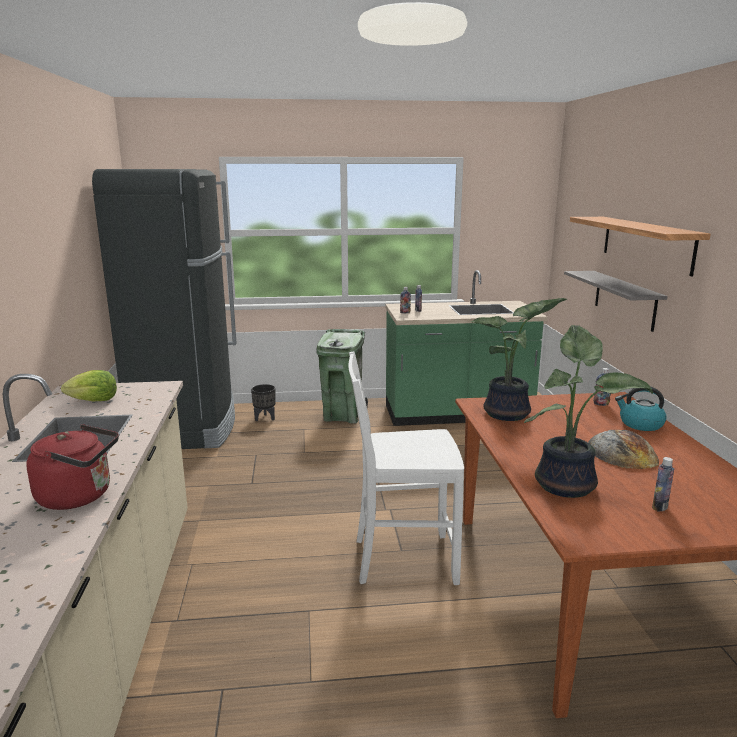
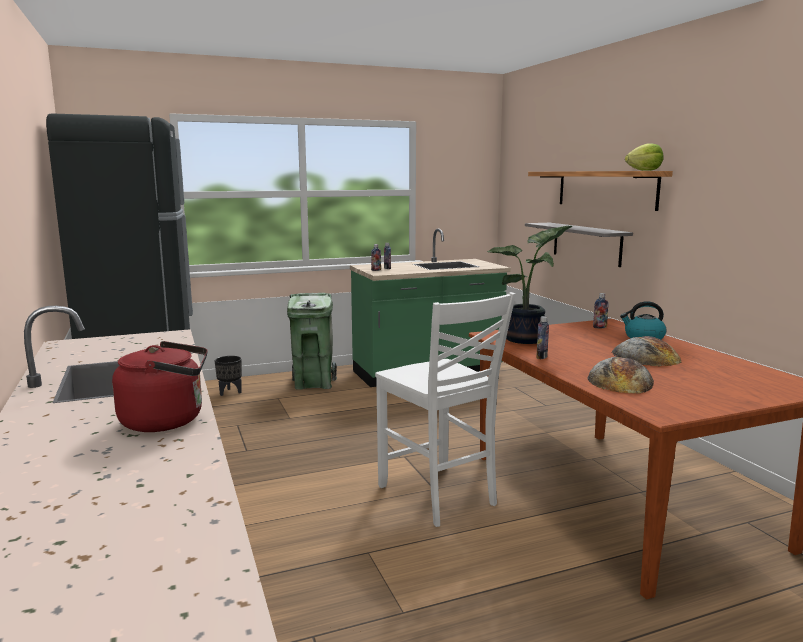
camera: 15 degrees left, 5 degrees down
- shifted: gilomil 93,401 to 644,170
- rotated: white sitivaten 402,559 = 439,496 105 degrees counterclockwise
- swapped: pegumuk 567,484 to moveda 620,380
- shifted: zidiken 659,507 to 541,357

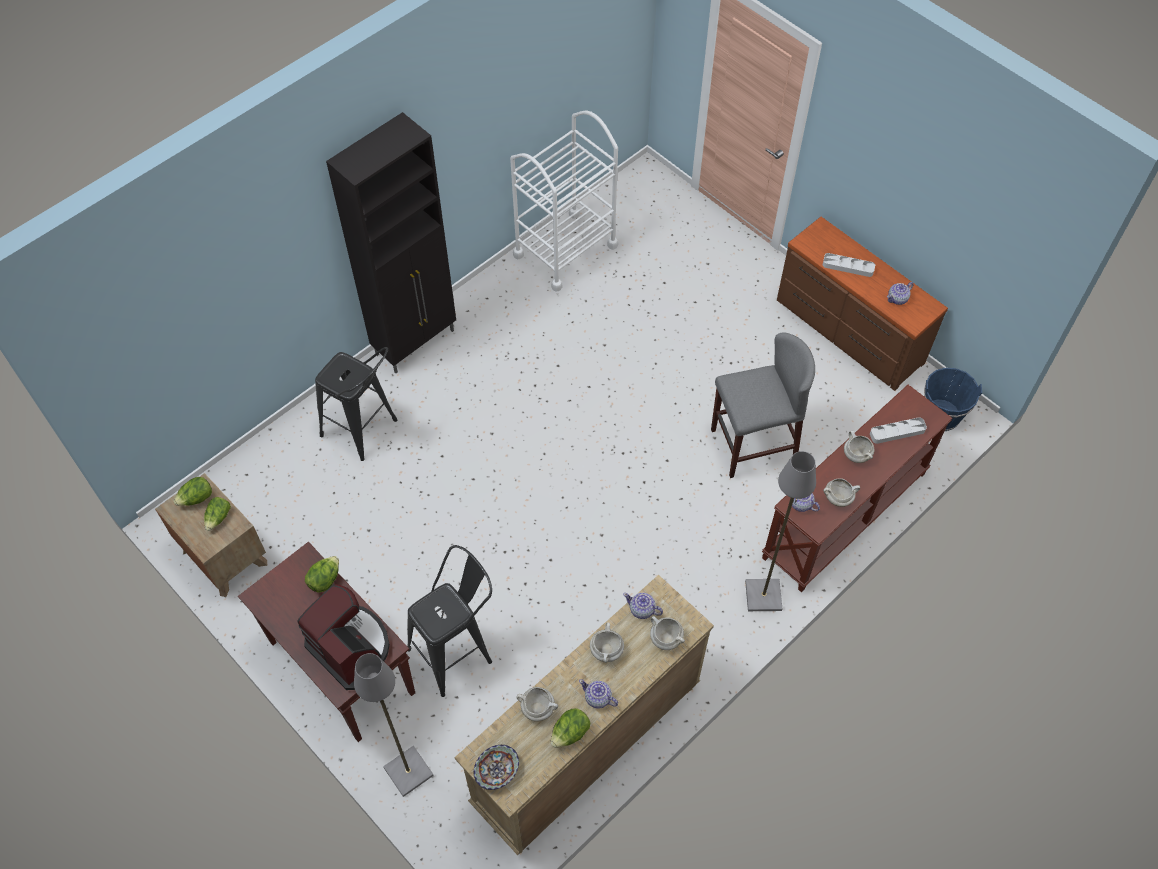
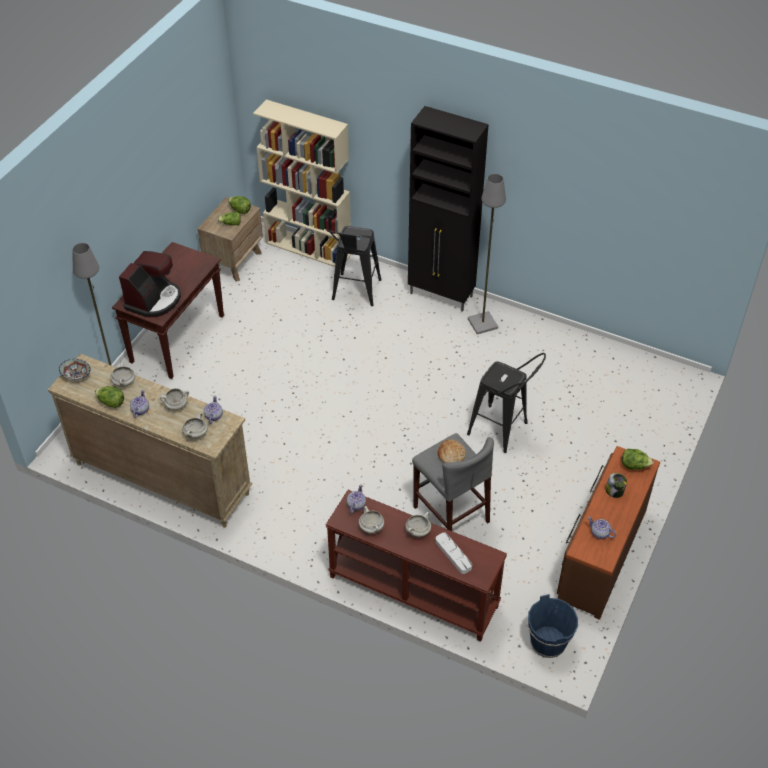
camera: 70 degrees right, 10 degrees down
- shifted: gilomil 325,579 to 634,466
- shifted: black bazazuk 457,650 to 503,432
- gone: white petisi 565,250
- shifted: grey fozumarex 763,595 to 483,324
- swapped: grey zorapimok 848,267 to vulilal 614,491
- new: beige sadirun 309,248
- new: moveda 451,454

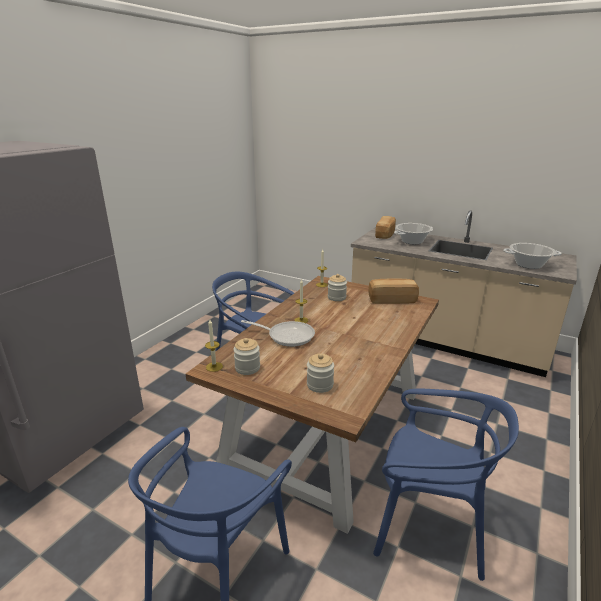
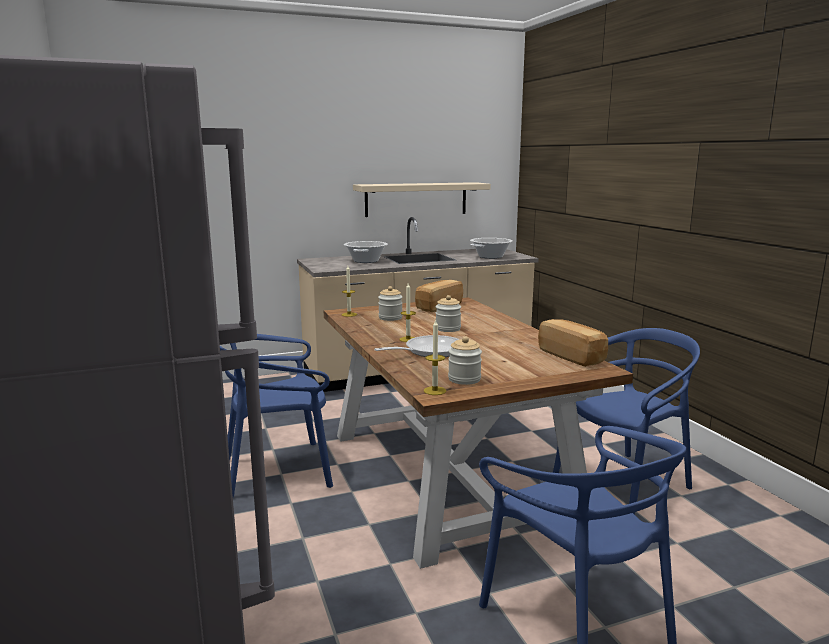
camera: 50 degrees left, 10 degrees down
- shifted: vulilal 320,385 to 448,329
- shifted: moveda 385,234 to 572,356
- new: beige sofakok 416,199

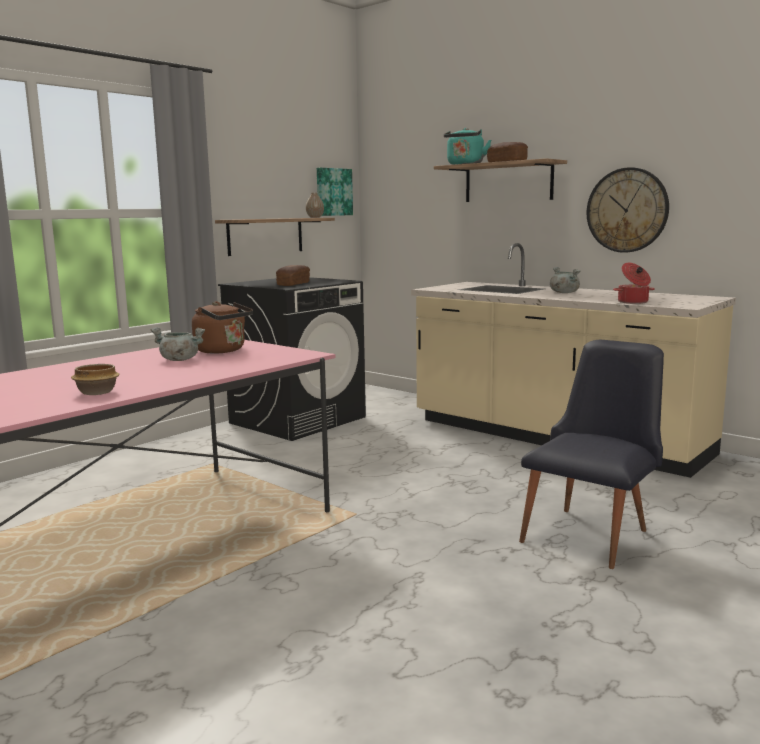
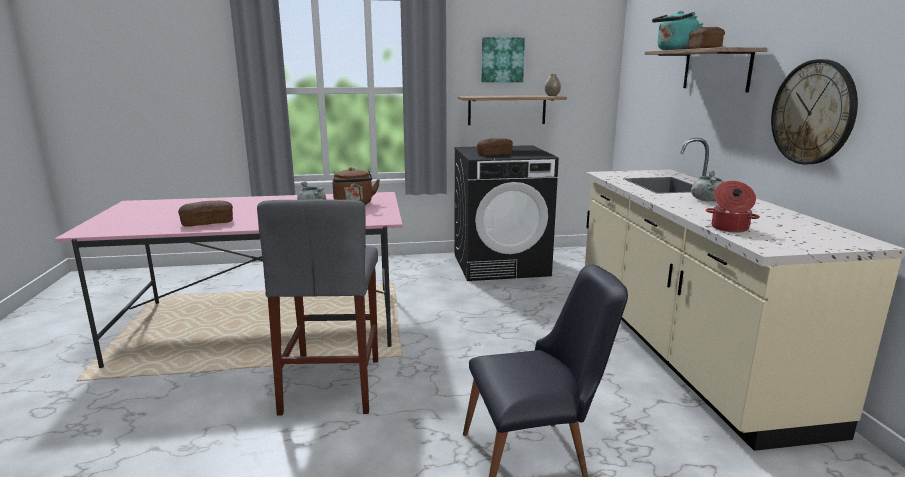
camera: 40 degrees right, 5 degrees up
- swapped: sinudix 96,392 to moveda 207,223
- shifted: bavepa 333,192 to 502,60
- new: grey bazazuk 332,385

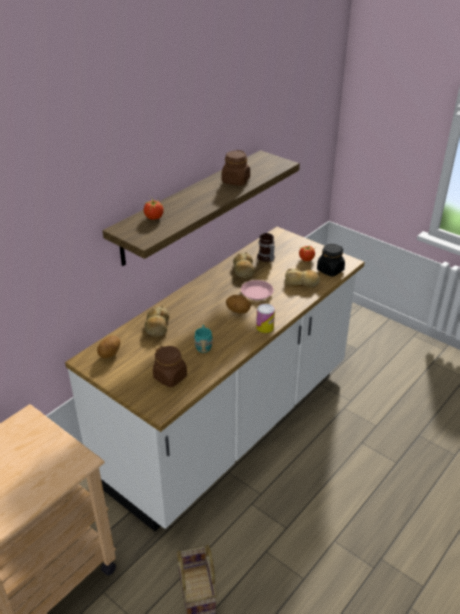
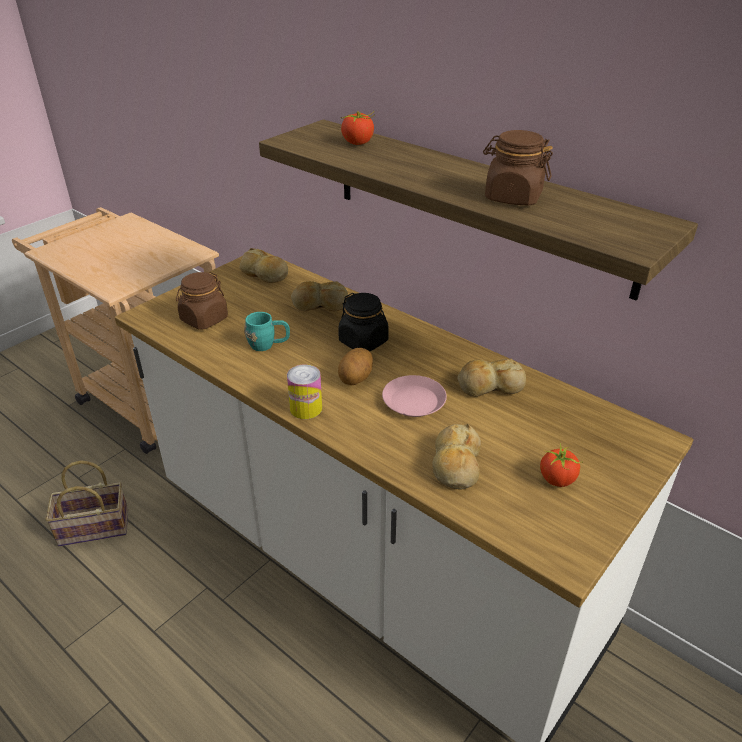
camera: 90 degrees right, 0 degrees up
- swapped: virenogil 110,354 to moveda 264,274
- gone: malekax 266,258
- shifted: black vulilal 330,270 to 363,341

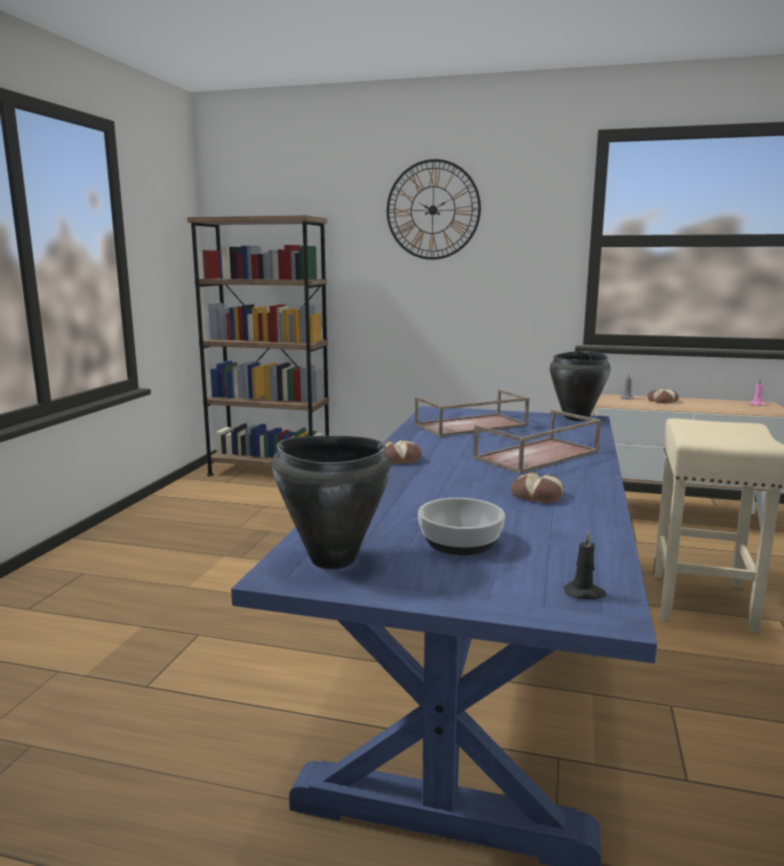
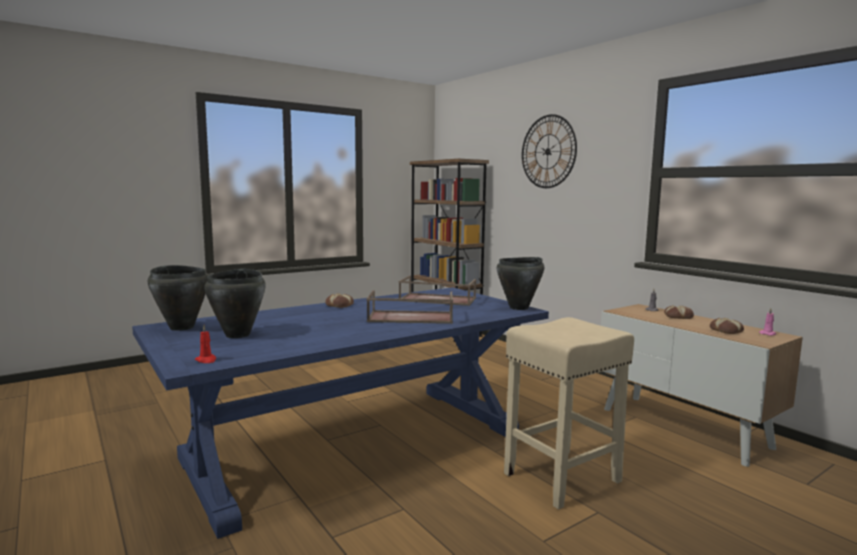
camera: 40 degrees right, 5 degrees down
- swapped: sinudix 460,541 to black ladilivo 238,335
- shifted: moveda 538,495 to 726,330
- repainted: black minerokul 585,593 to red minerokul 206,360

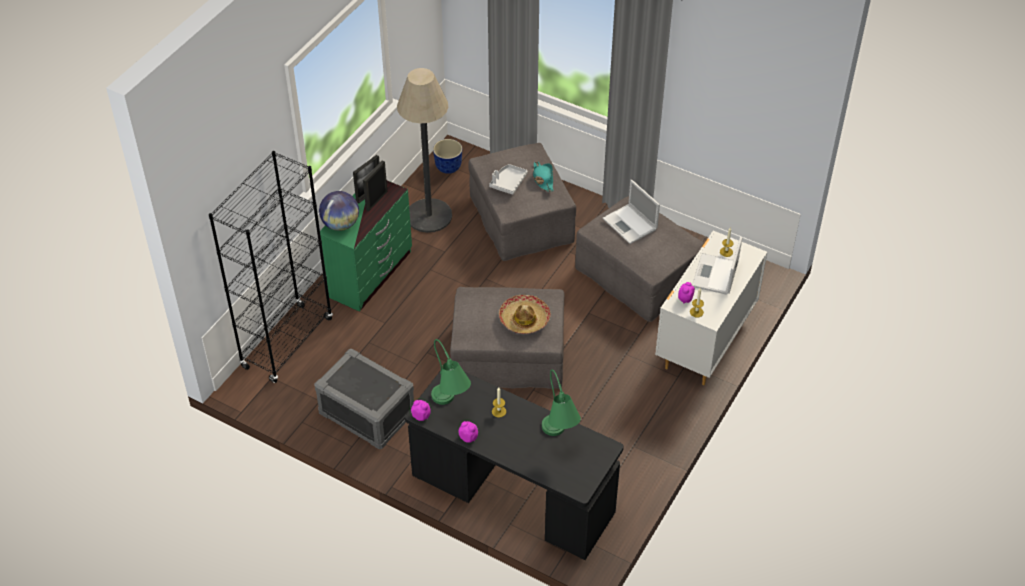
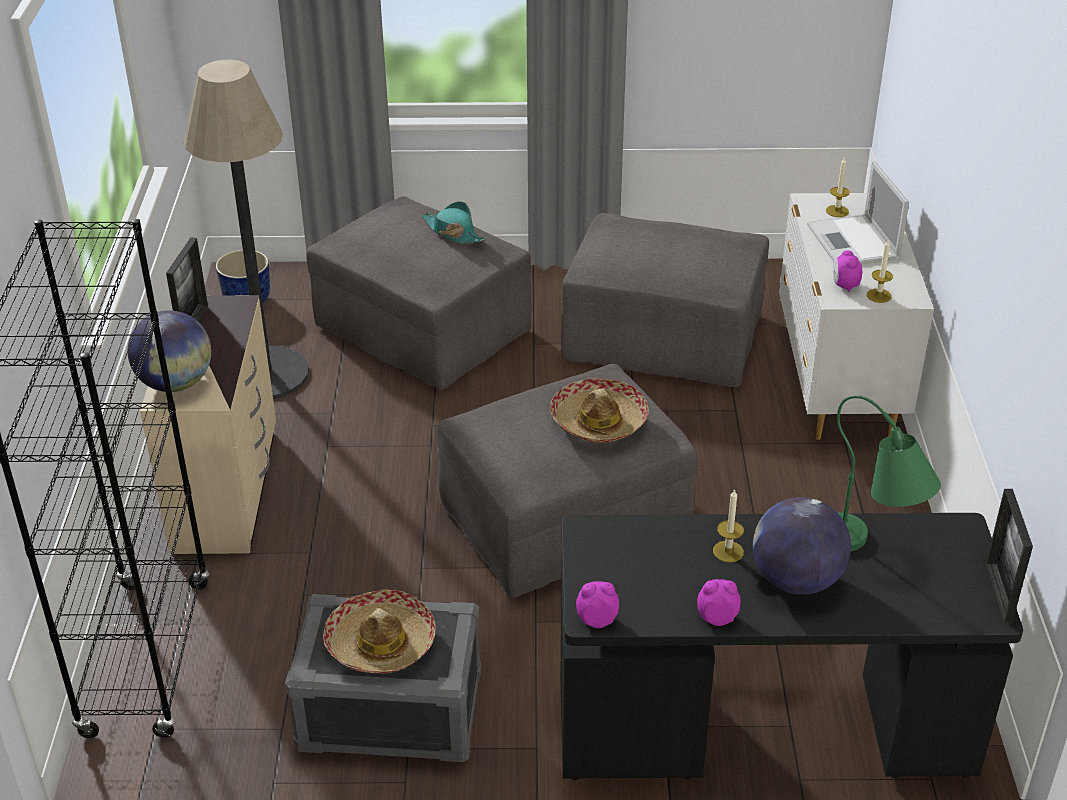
camera: 30 degrees left, 10 degrees down
- repainted: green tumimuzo 371,274 to beige tumimuzo 228,490
- shifted: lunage 376,201 to 998,592
- gone: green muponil 450,406
- gone: grey zorapimok 508,182
- gone: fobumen 630,224
- new: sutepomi 381,643
- new: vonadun 796,580

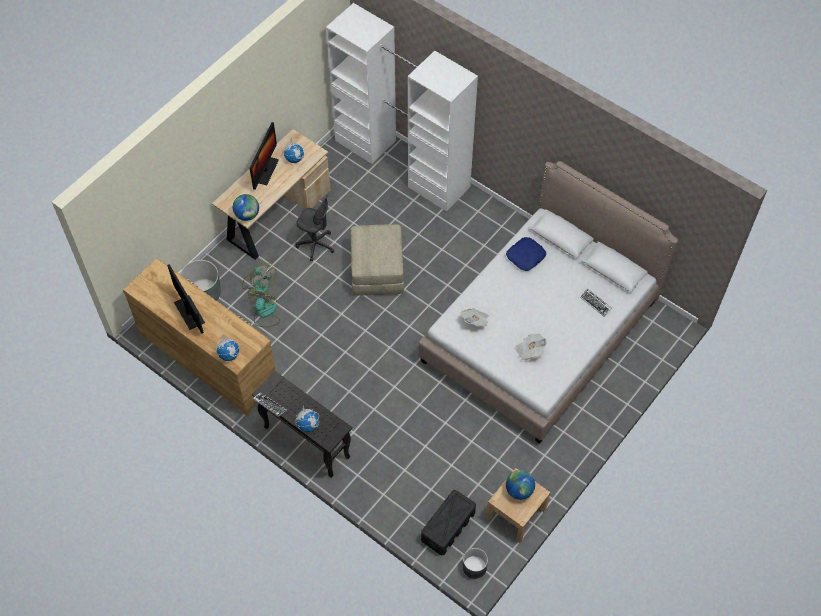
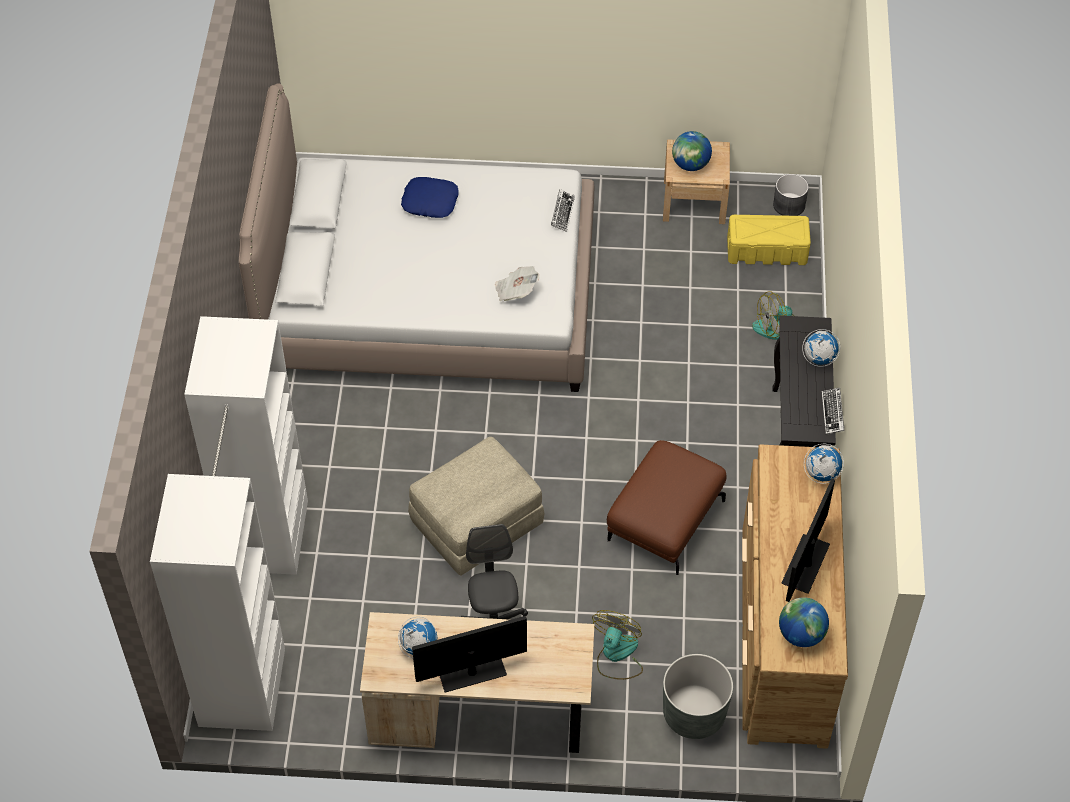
camera: 125 degrees left, 5 degrees down
- shifted: vonadun 247,215 to 801,634
- shifted: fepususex 265,314 to 776,327
- repainted: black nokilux 447,527 to yellow nokilux 767,250
- shifted: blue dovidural 526,256 to 430,201
- gone: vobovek 529,350
- shifted: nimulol 595,303 to 562,212
- new: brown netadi 665,519

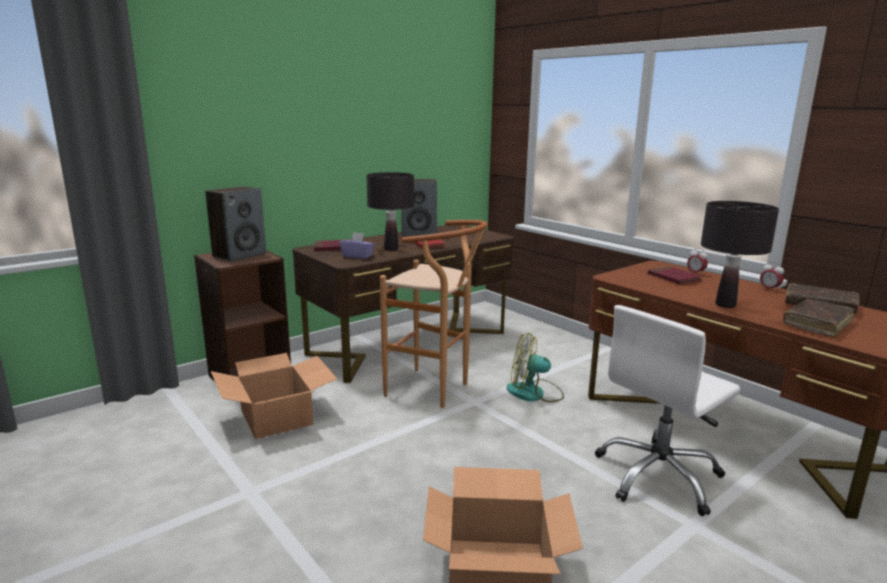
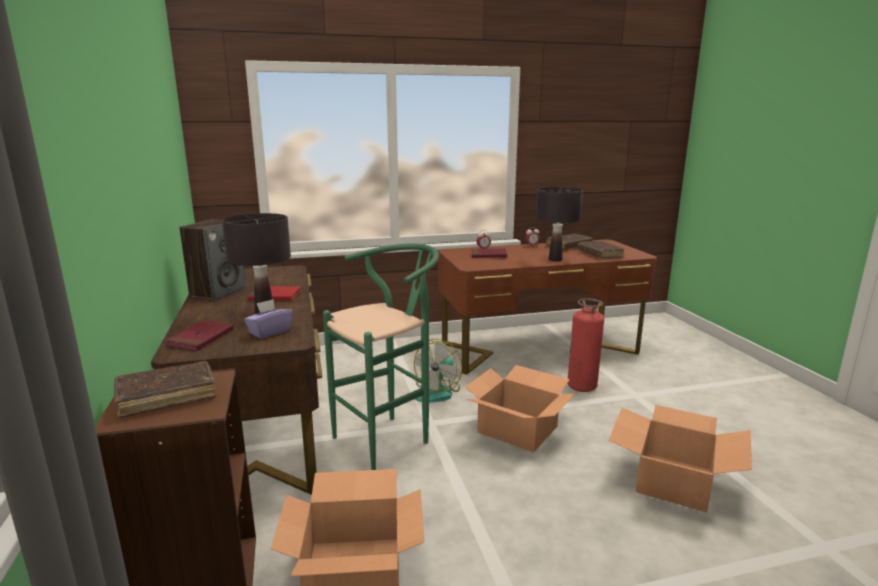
camera: 65 degrees left, 0 degrees up
- swapped: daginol 239,255 to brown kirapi 167,396
- repainted: brown bazazuk 434,390 to green bazazuk 389,438
- swapped: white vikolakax 658,476 to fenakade 582,387
- new: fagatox 517,429

